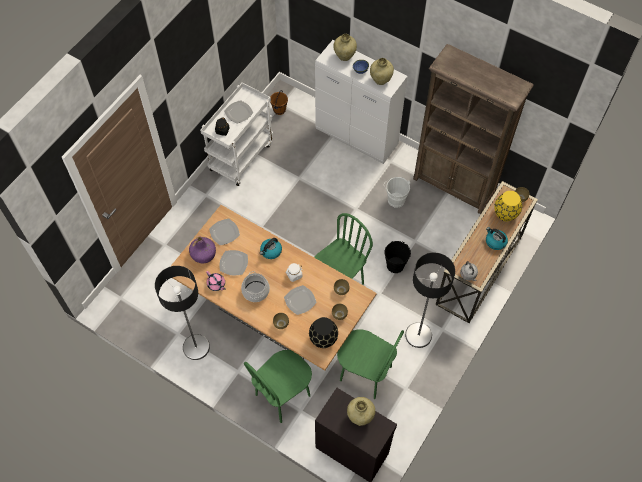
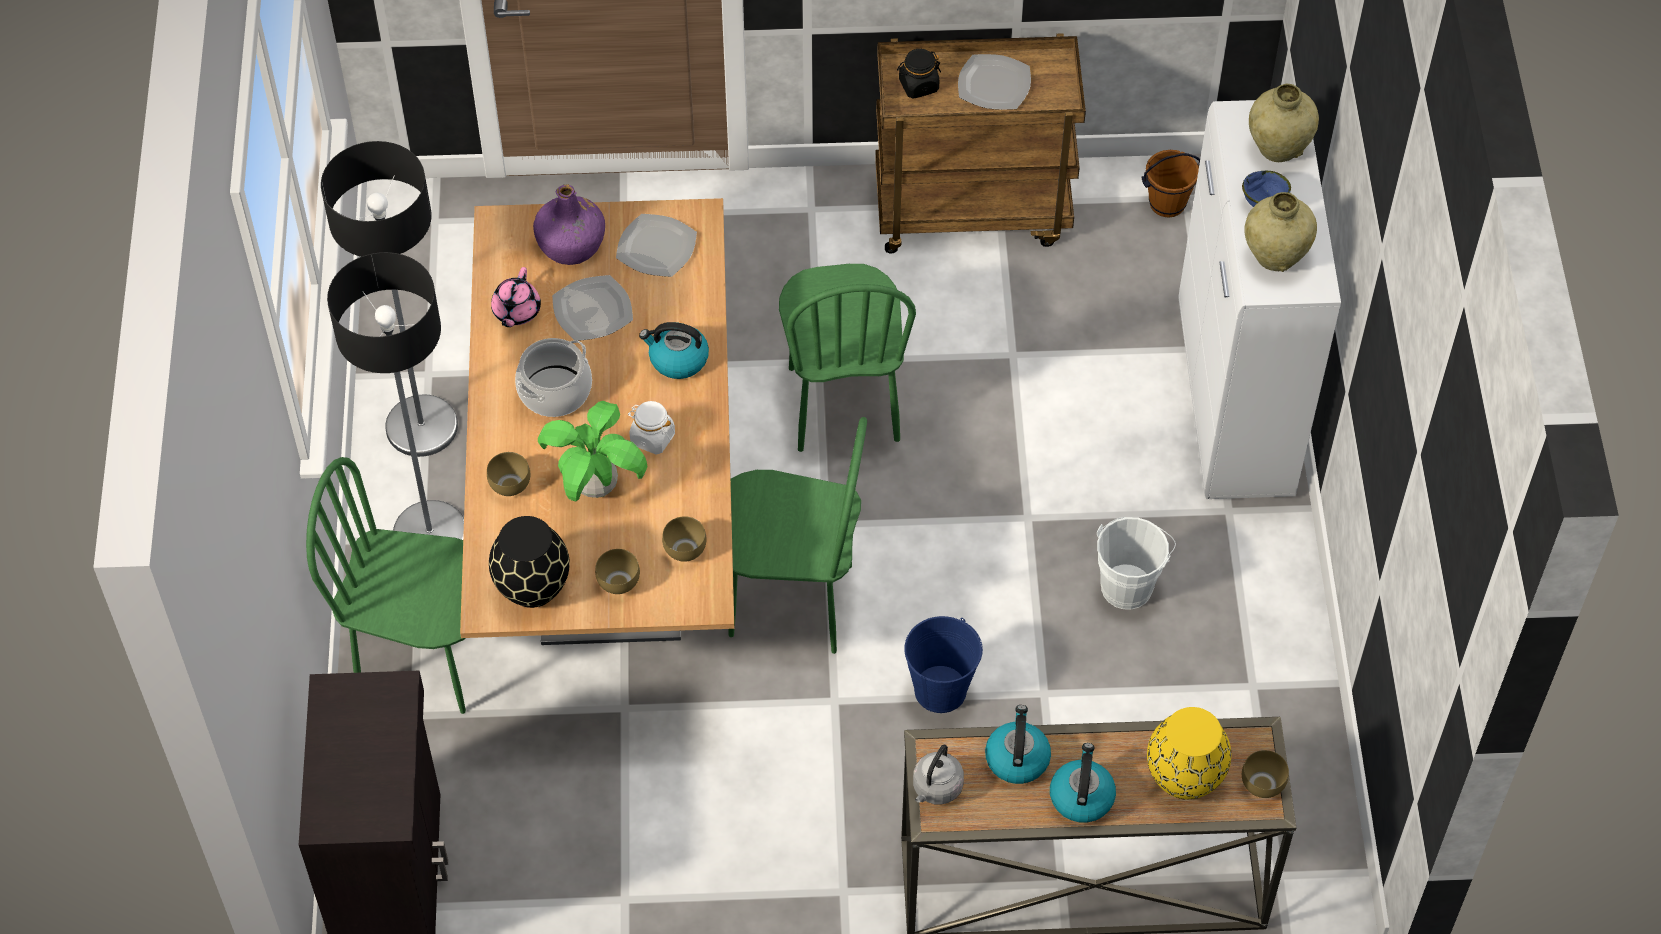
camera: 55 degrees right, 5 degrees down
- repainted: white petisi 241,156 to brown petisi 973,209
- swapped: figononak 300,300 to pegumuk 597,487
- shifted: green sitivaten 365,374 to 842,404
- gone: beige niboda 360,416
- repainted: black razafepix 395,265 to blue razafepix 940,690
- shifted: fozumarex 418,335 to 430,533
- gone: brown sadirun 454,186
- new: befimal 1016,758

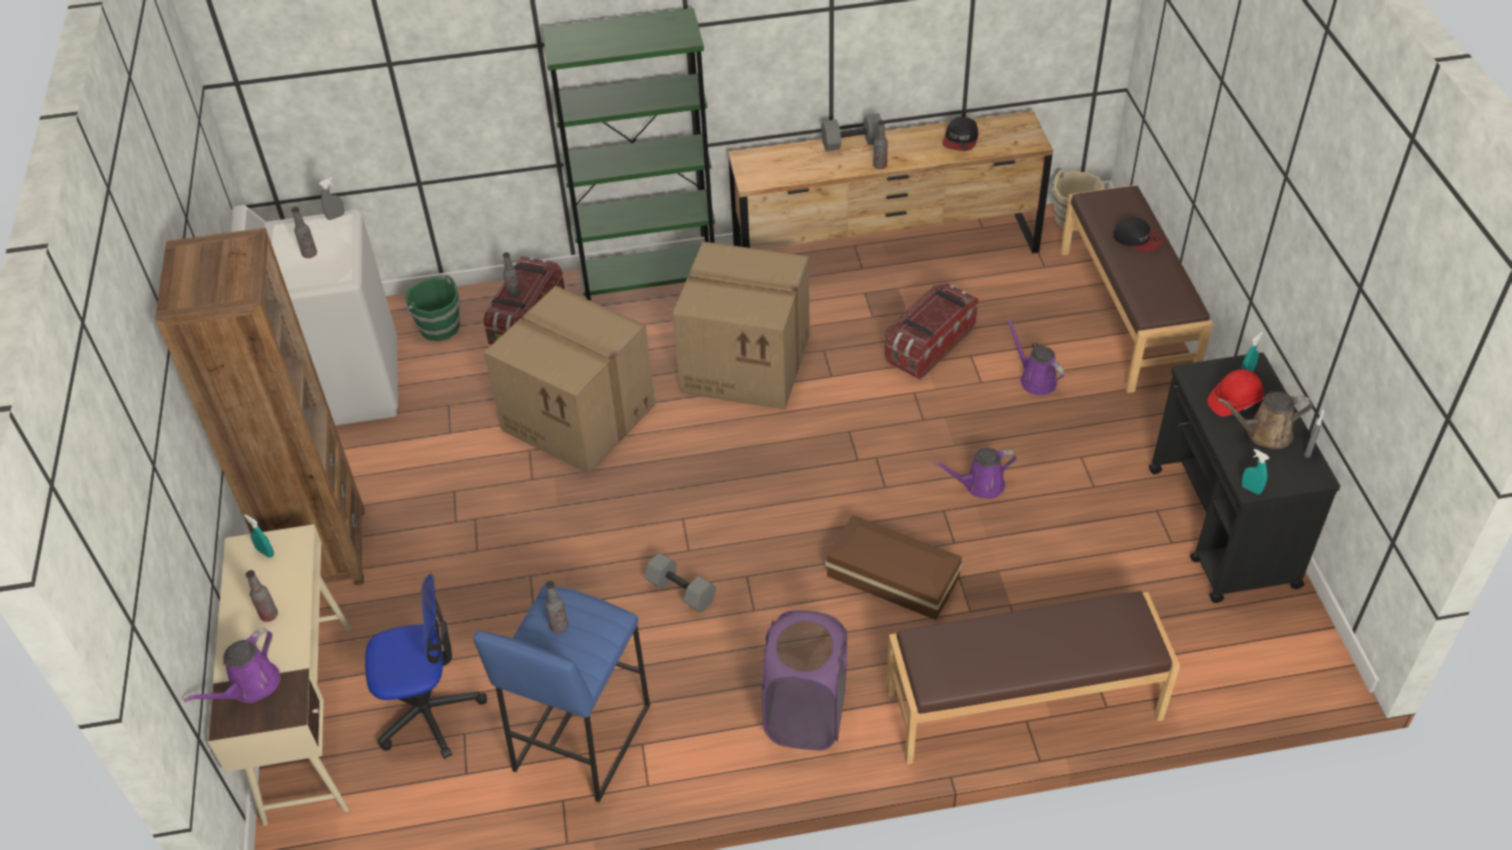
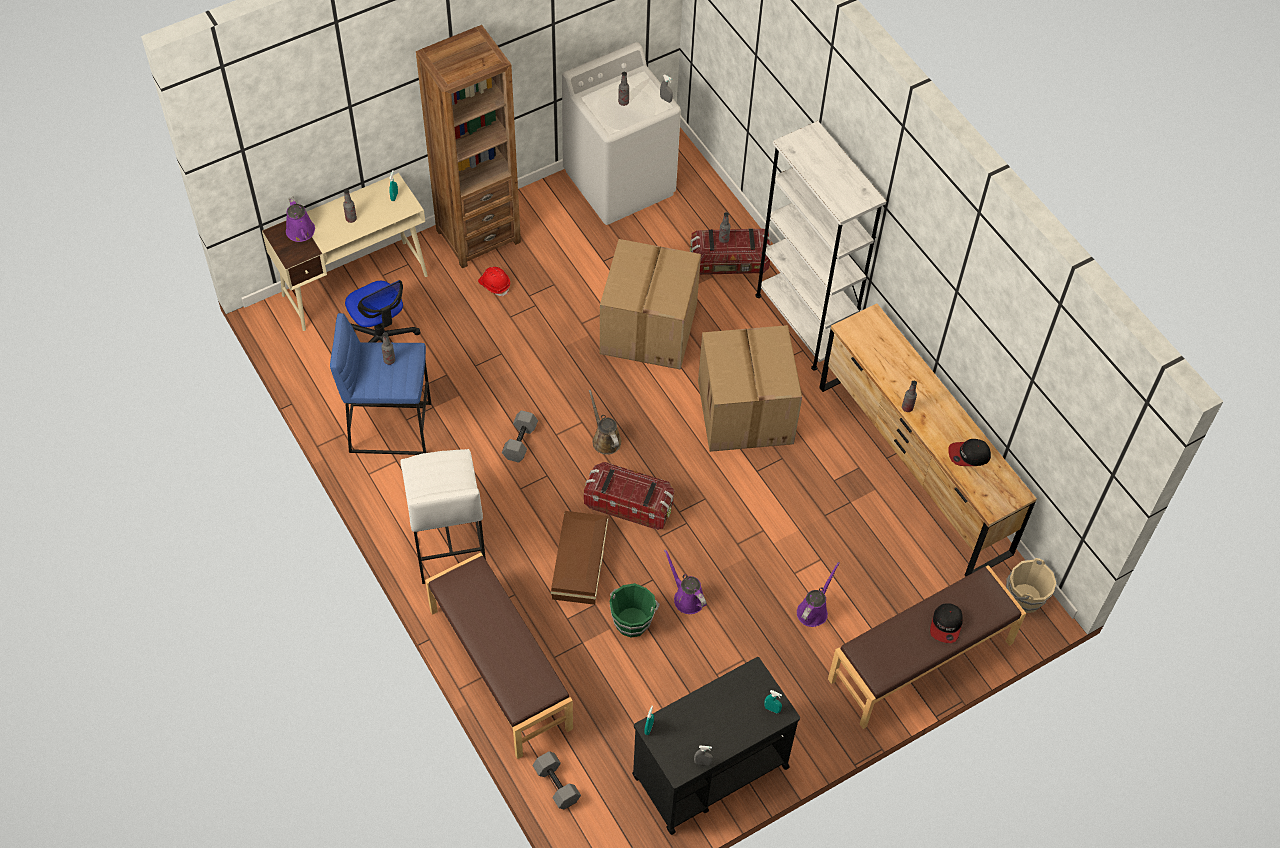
camera: 65 degrees right, 10 degrees up
- rotated: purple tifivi 251,686 = 301,233 120 degrees counterclockwise
- shifted: green razafepix 438,327 to 632,620
- repainted: green sadirun 650,282 to white sadirun 803,322
- swapped: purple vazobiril 806,715 to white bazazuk 447,543
- shifted: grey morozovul 852,142 to 557,784
- shifted: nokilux 928,346 to 629,504
- shifted: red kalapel 1234,401 to 494,284
- shifted: brown tifivi 1264,433 to 605,439

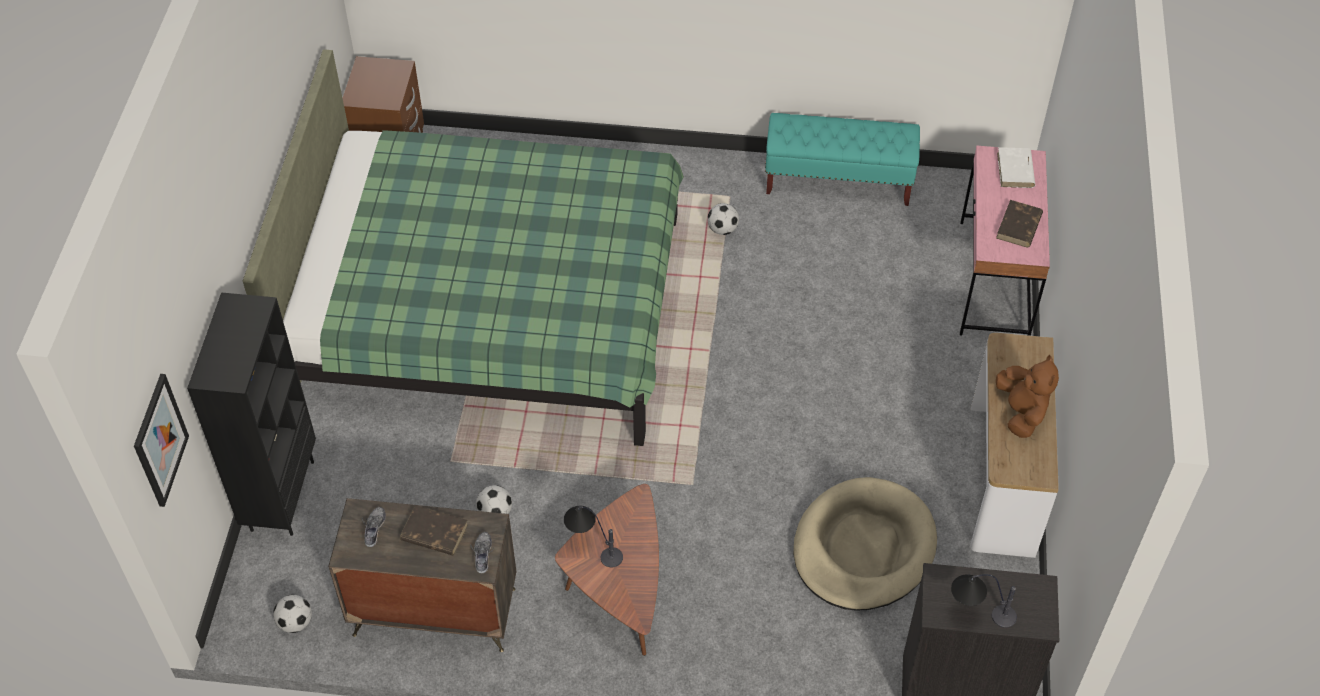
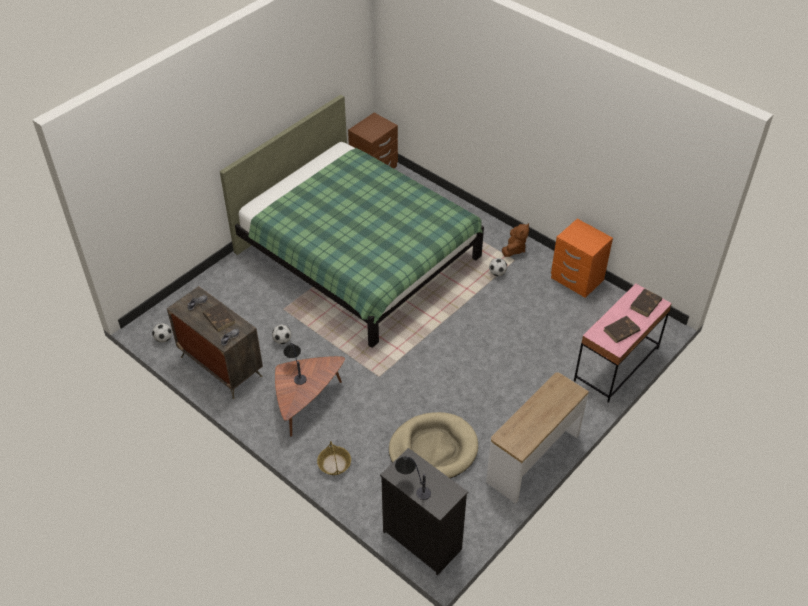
camera: 35 degrees right, 5 degrees down
- gone: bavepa 159,440
- gone: black sadirun 281,495
- swapped: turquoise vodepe 838,181 to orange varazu 576,279
- shifted: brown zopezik 1021,412 to 514,249
- repainted: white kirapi 1015,170 to brown kirapi 645,304
- new: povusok 334,464

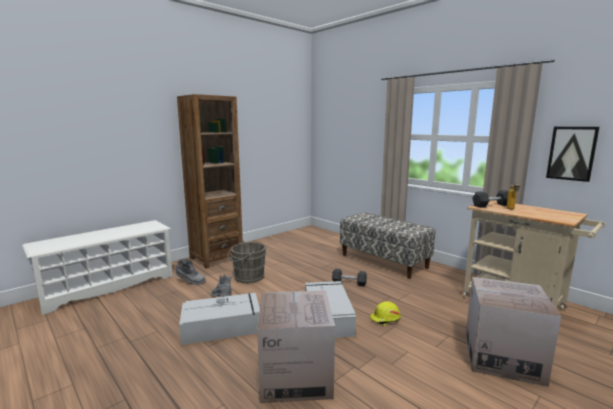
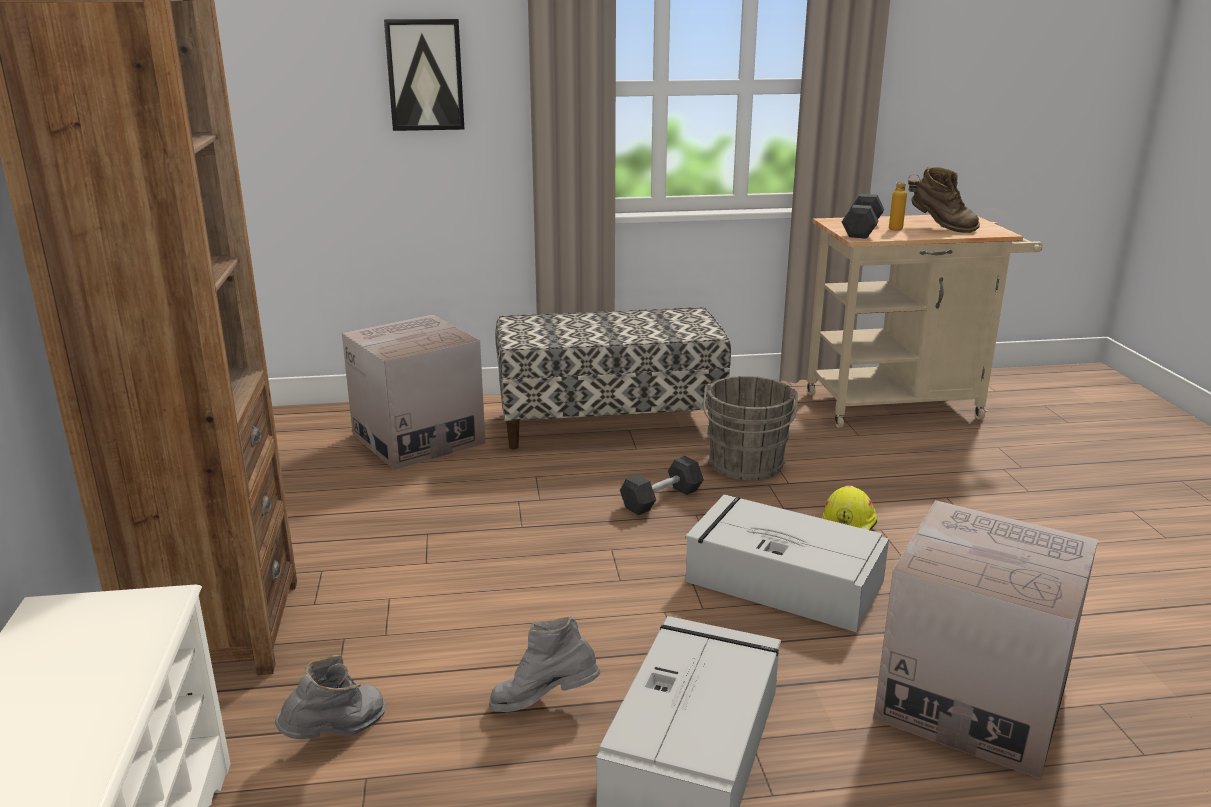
camera: 55 degrees left, 10 degrees up
- shifted: grey razafepix 247,277 to 745,466
- shifted: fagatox 502,358 to 418,439
- shifted: bavepa 571,153 to 425,75
- new: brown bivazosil 941,227

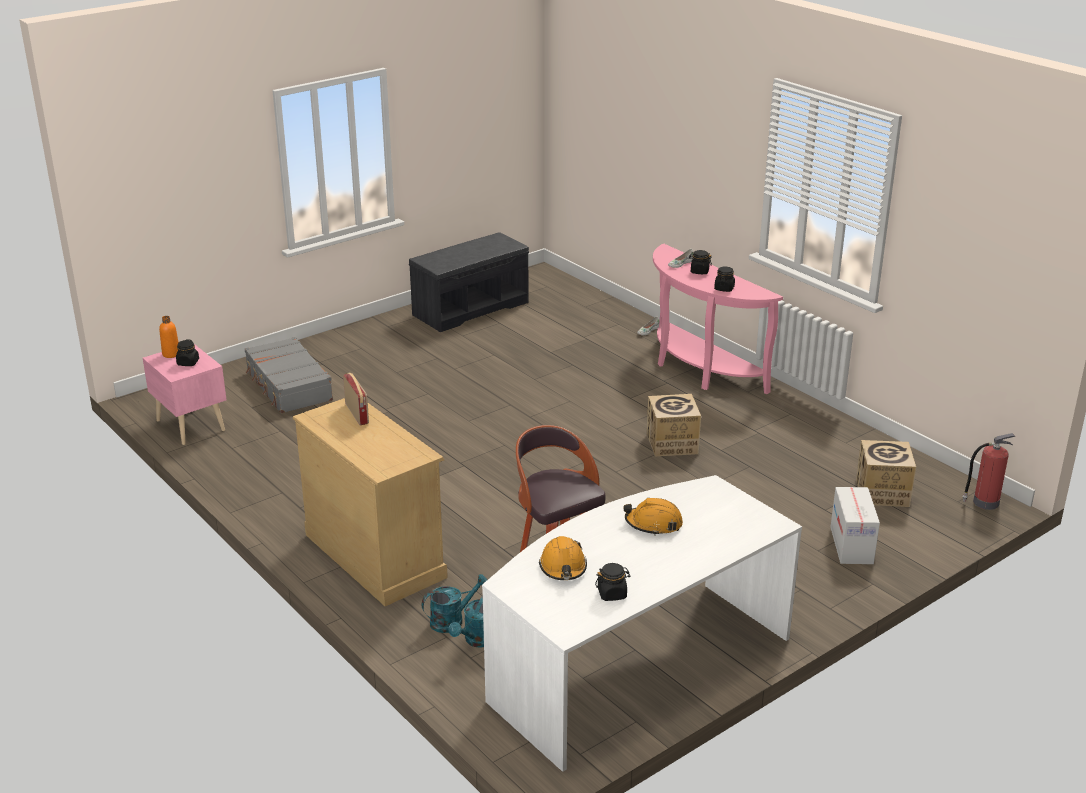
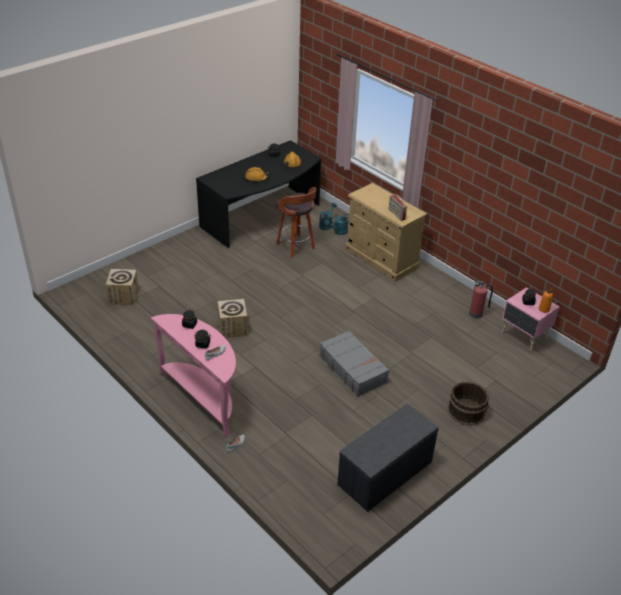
camera: 175 degrees right, 10 degrees up
- shifted: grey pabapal 288,386 to 353,368
- repainted: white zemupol 635,664 to black zemupol 263,217
- gone: fagatox 851,545
- shifted: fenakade 984,502 to 476,314
- new: brown razafepix 466,411

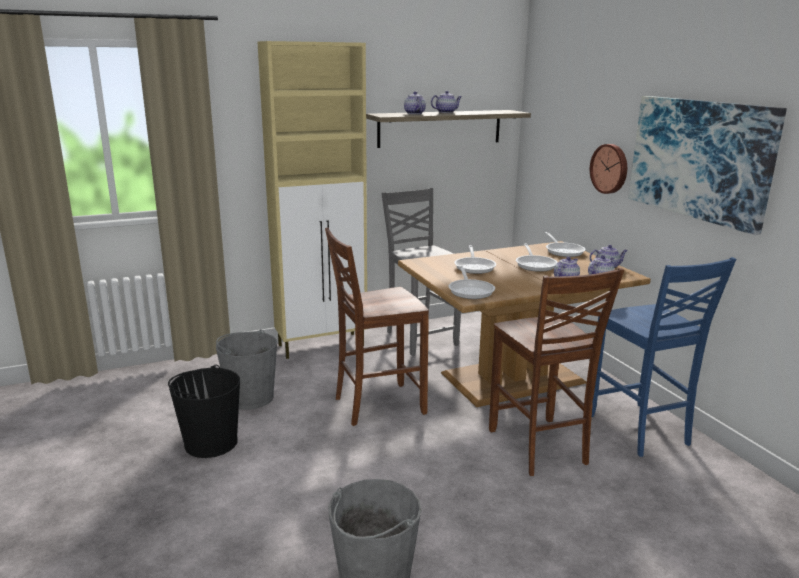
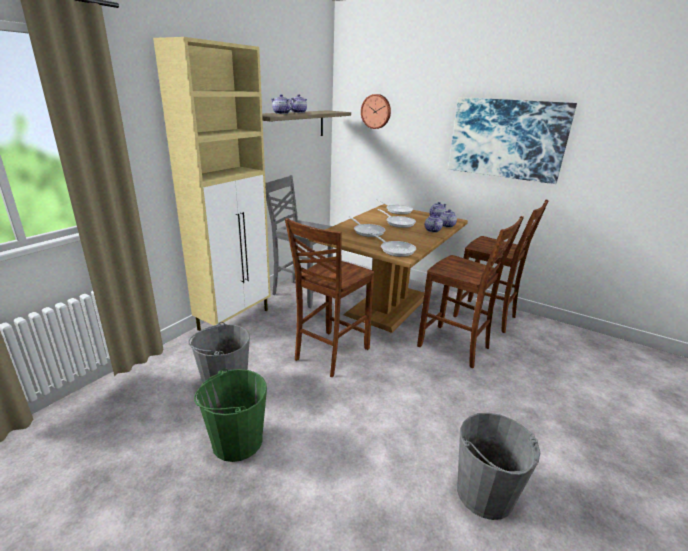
camera: 35 degrees left, 5 degrees up
- repainted: black razafepix 210,443 to green razafepix 236,441
- shifted: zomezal 610,168 to 376,111
- repainted: blue sitivaten 639,431 to brown sitivaten 486,317

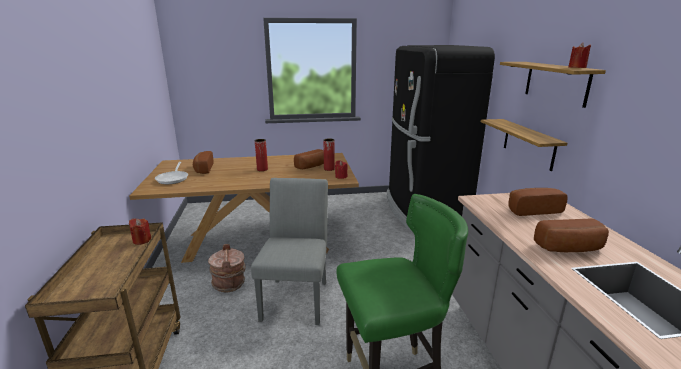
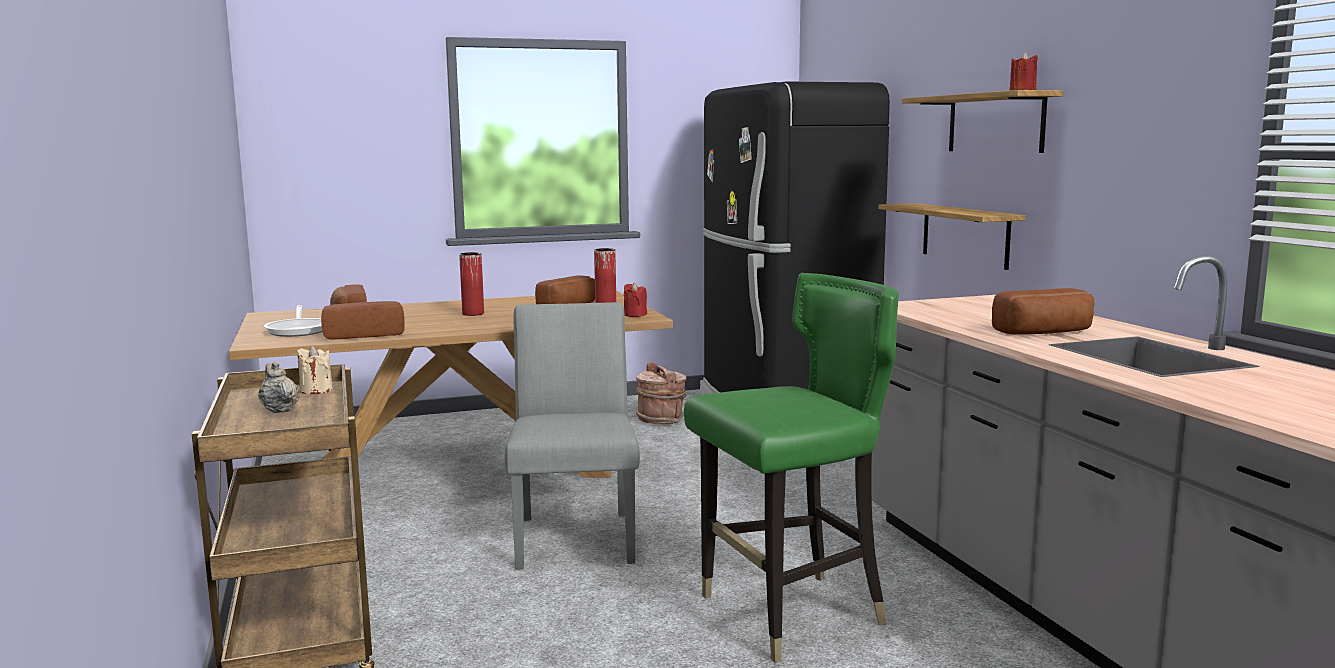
camera: 10 degrees left, 10 degrees down
- repainted: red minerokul 142,240 to beige minerokul 316,390
- shifted: brown razafepix 229,283 to 661,419
- shifted: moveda 532,210 to 364,335
- new: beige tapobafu 280,410

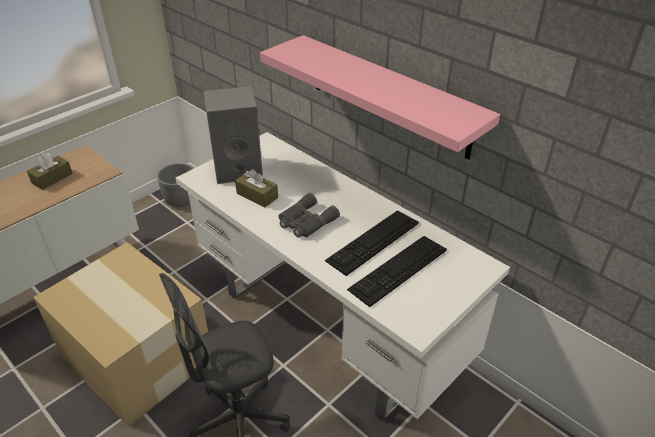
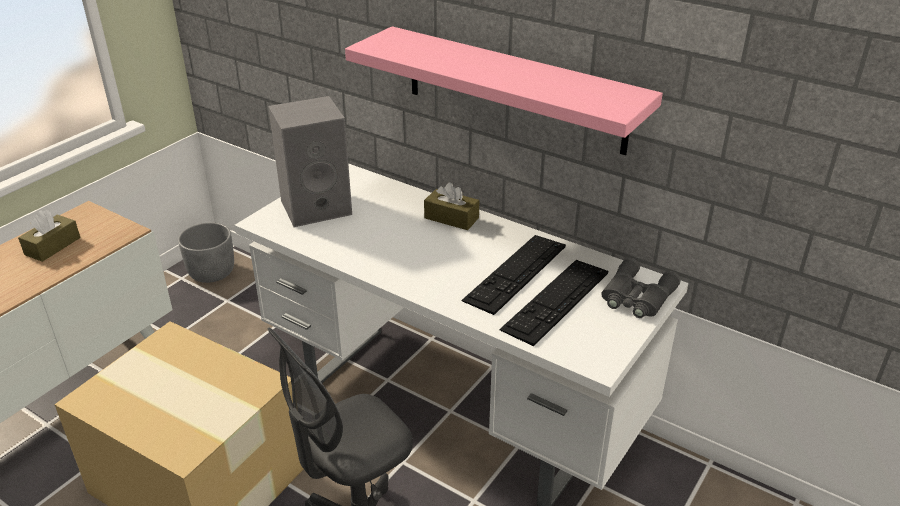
camera: 10 degrees left, 5 degrees down
- shifted: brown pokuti 257,195 to 451,218
- shifted: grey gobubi 305,221 to 636,297

